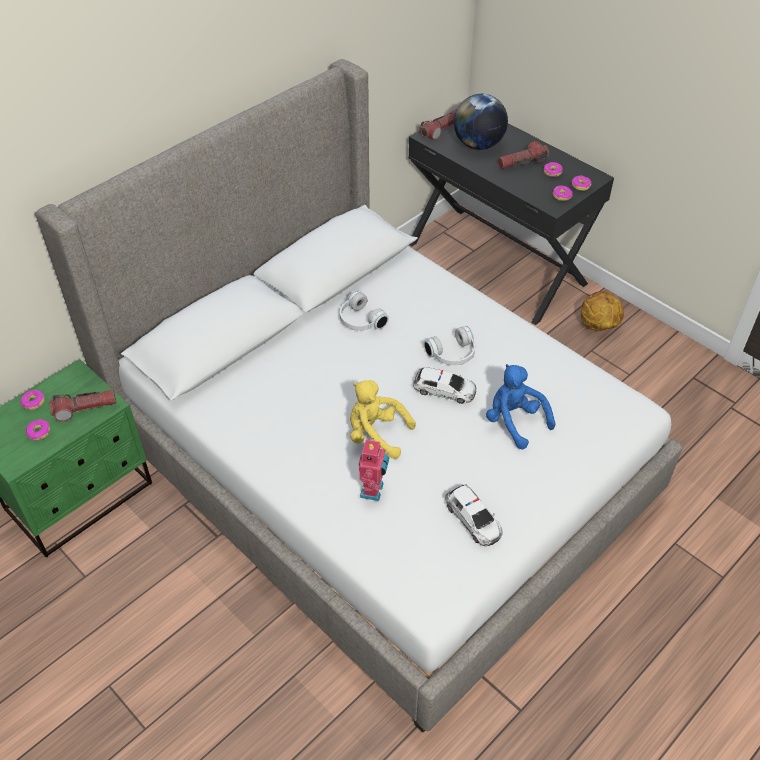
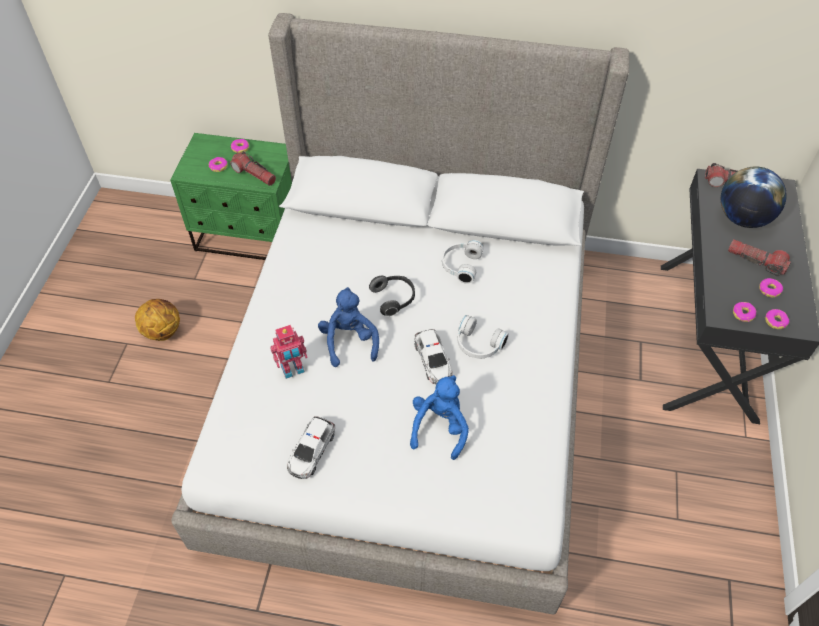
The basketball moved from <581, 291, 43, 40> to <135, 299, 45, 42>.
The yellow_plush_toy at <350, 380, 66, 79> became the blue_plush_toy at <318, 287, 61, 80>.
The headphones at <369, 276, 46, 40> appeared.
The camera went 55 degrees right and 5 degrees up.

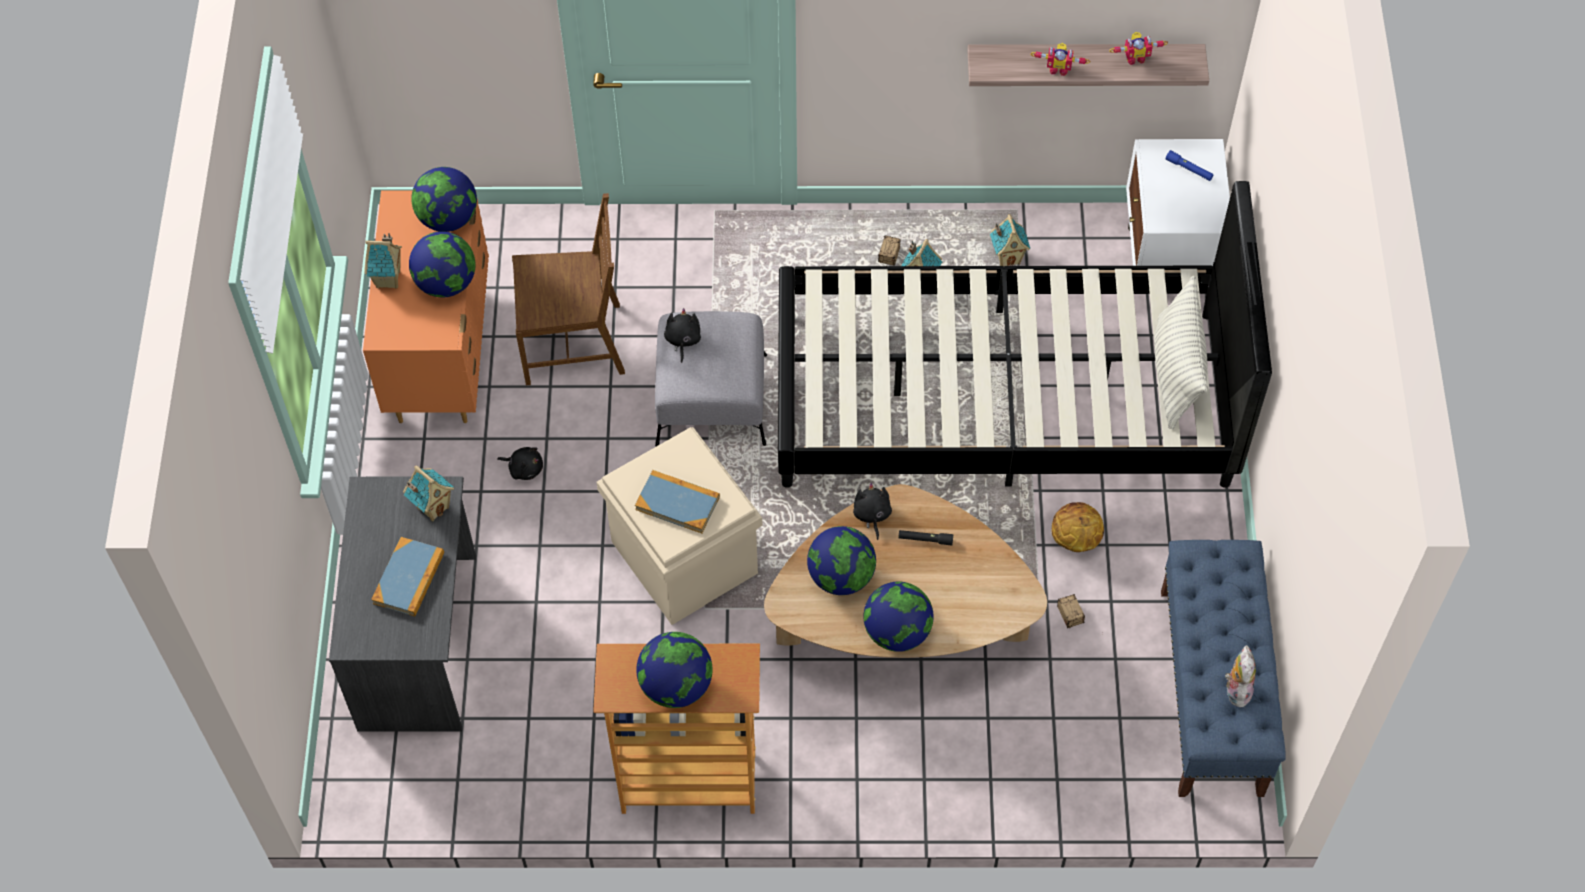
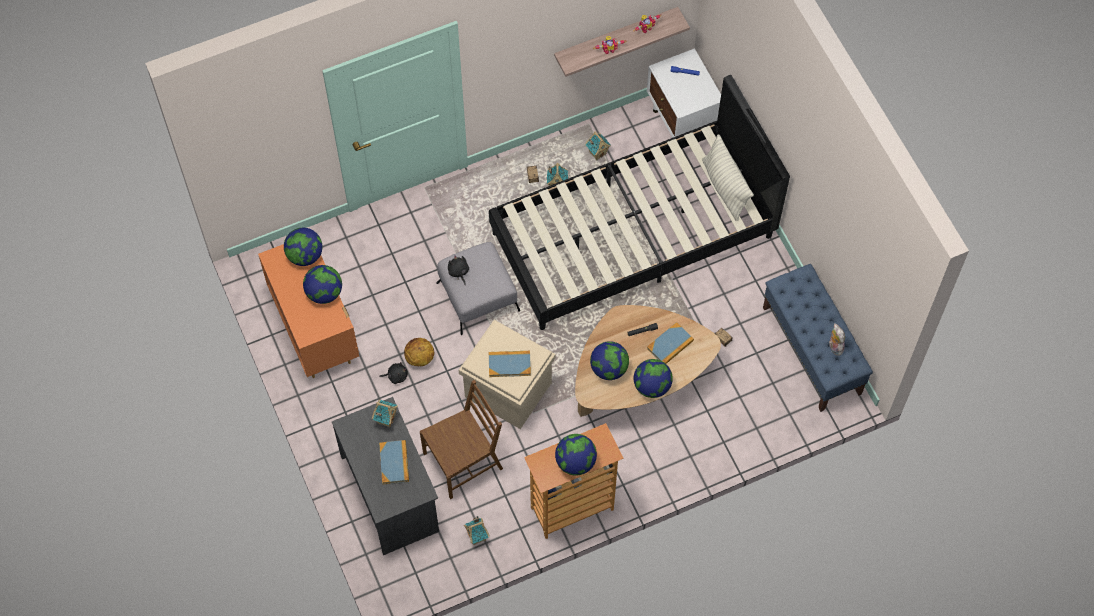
The basketball moved from <1052, 502, 52, 50> to <404, 338, 30, 28>.
The brown_chair moved from <512, 193, 113, 192> to <420, 380, 83, 119>.
The toy_house moved from <364, 233, 38, 56> to <464, 516, 26, 29>.
The book at <647, 322, 47, 42> appeared.
The black_plush_toy at <853, 483, 39, 57> disappeared.
The camera went 25 degrees left and 5 degrees up.

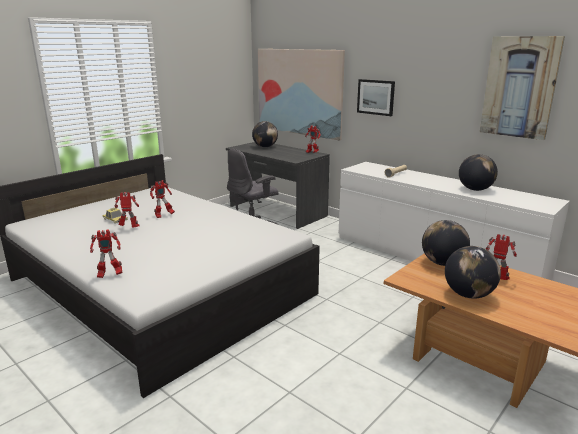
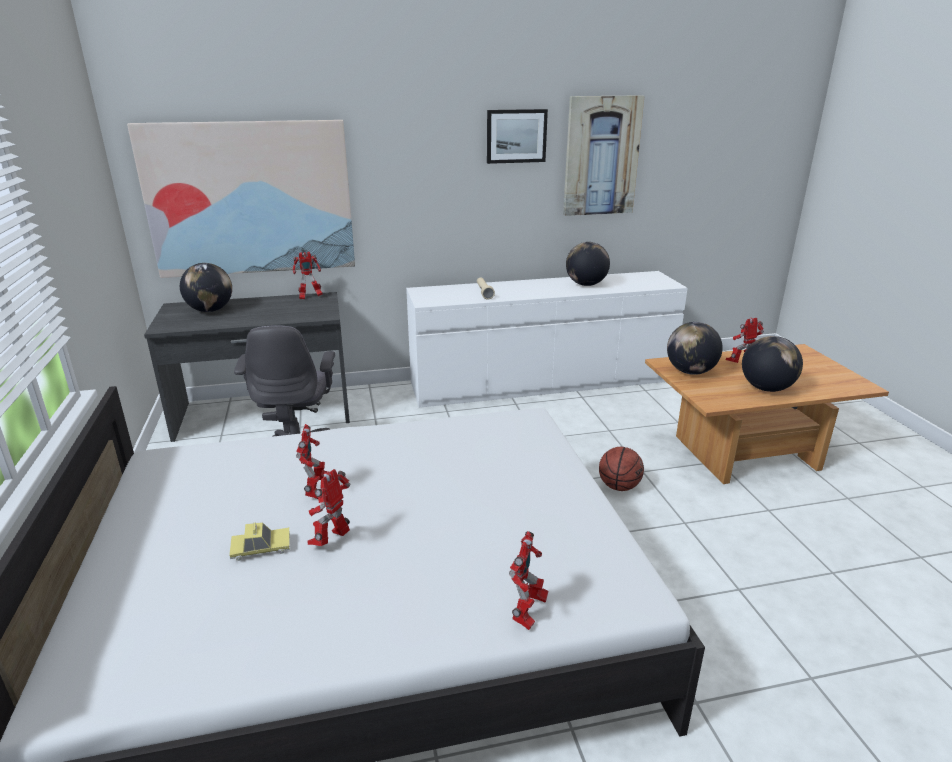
The picture moved from <357, 79, 38, 37> to <487, 109, 61, 55>.
The basketball at <599, 447, 45, 44> appeared.
The camera went 55 degrees left and 5 degrees up.

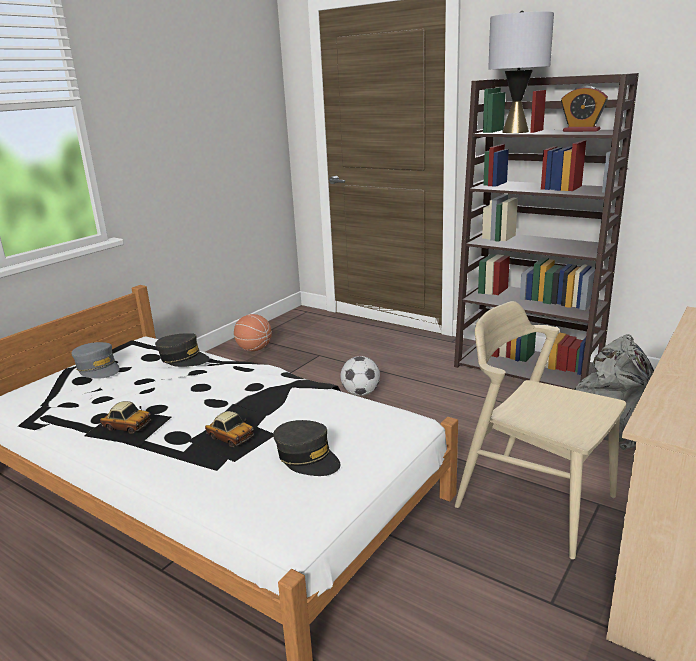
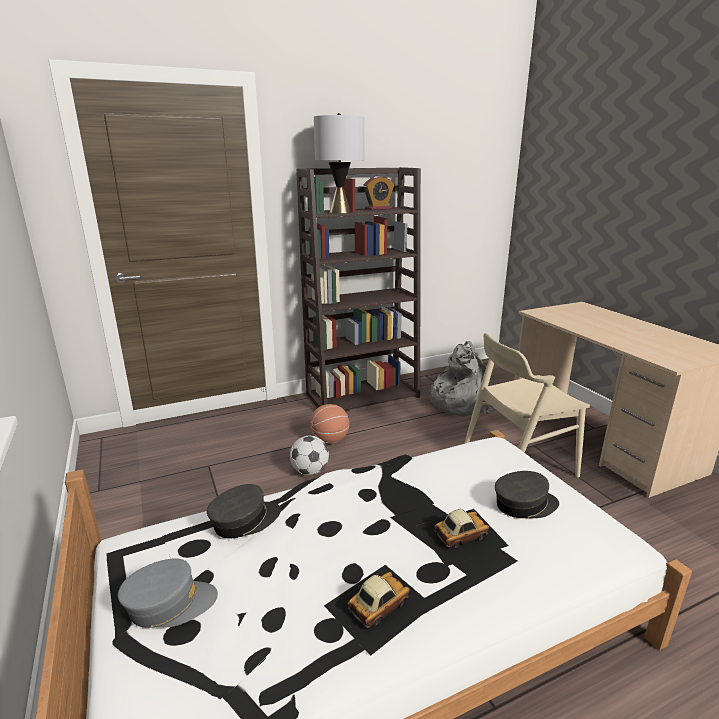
The basketball moved from <234, 314, 38, 37> to <310, 404, 39, 40>.
The camera went 60 degrees left and 0 degrees up.

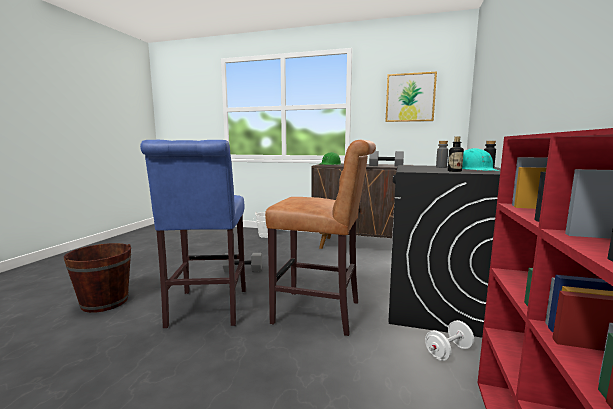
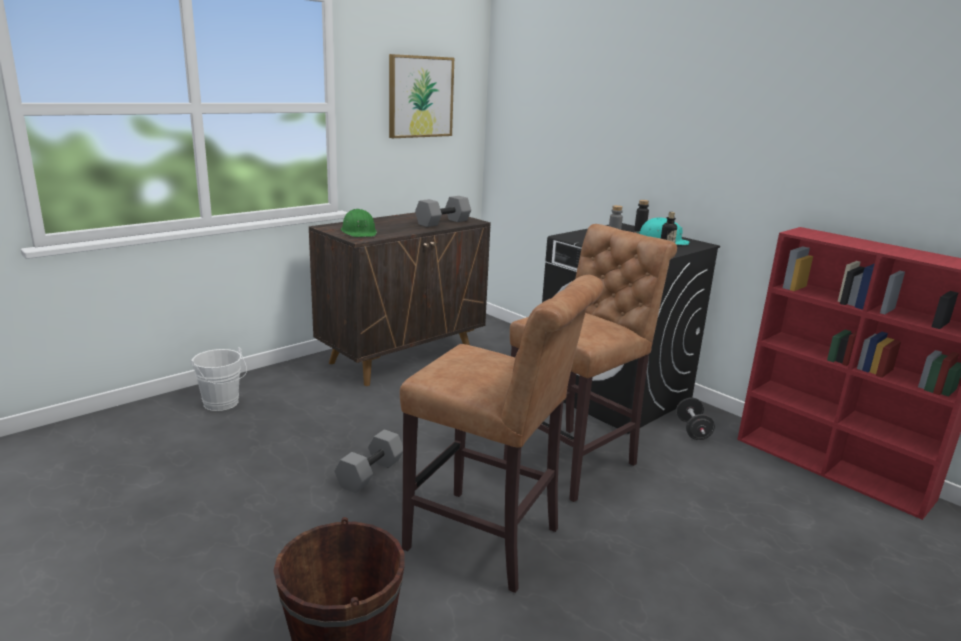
The blue_stool at <140, 140, 106, 188> became the brown_stool at <400, 275, 203, 318>.
The white_dumbbell at <425, 320, 49, 41> became the black_dumbbell at <676, 398, 39, 42>.
The camera went 60 degrees left and 10 degrees up.

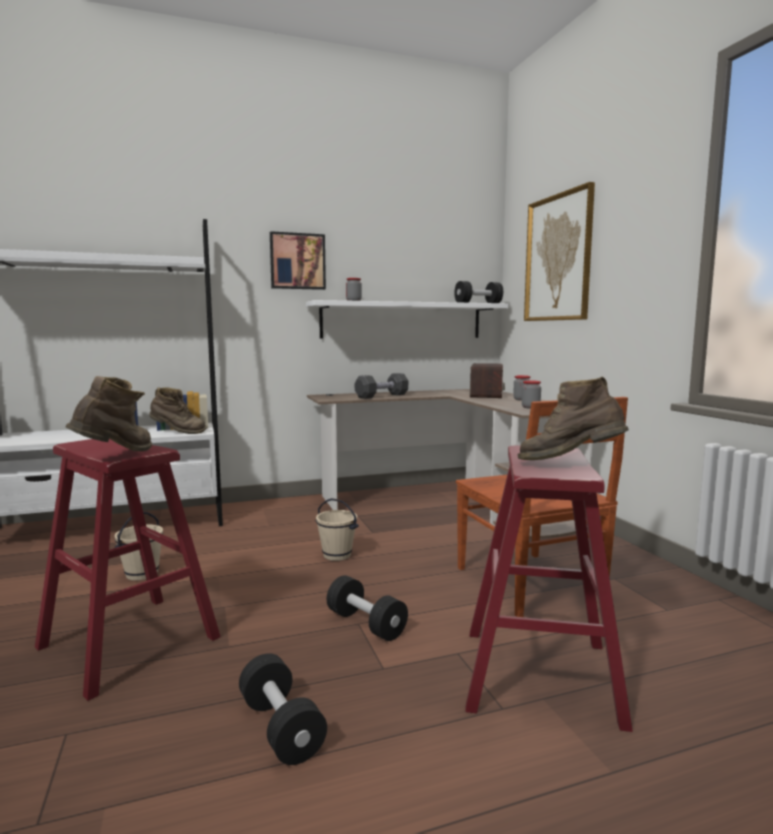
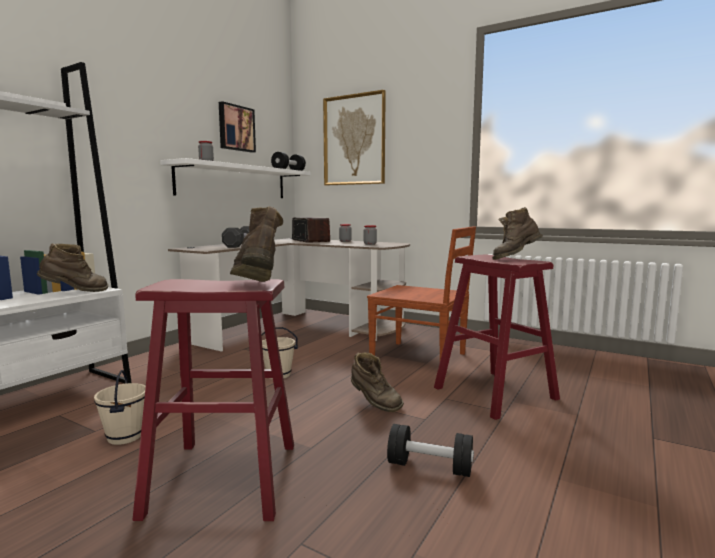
The picture moved from <270, 231, 56, 59> to <219, 101, 37, 52>.
The black_dumbbell at <327, 575, 81, 66> was replaced by the brown_boot at <351, 352, 53, 60>.
The camera went 40 degrees left and 0 degrees up.

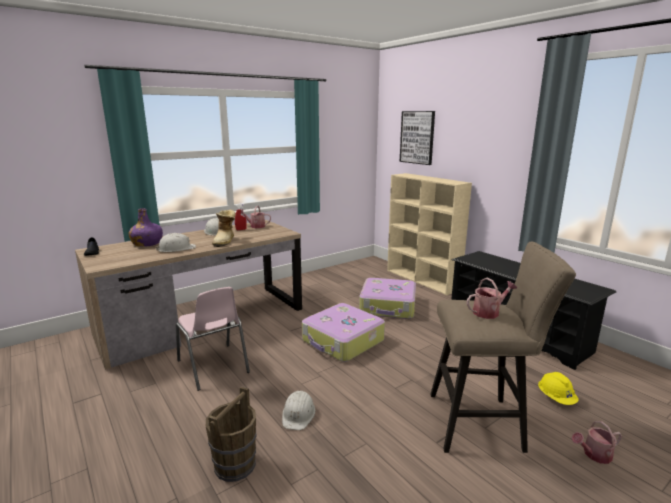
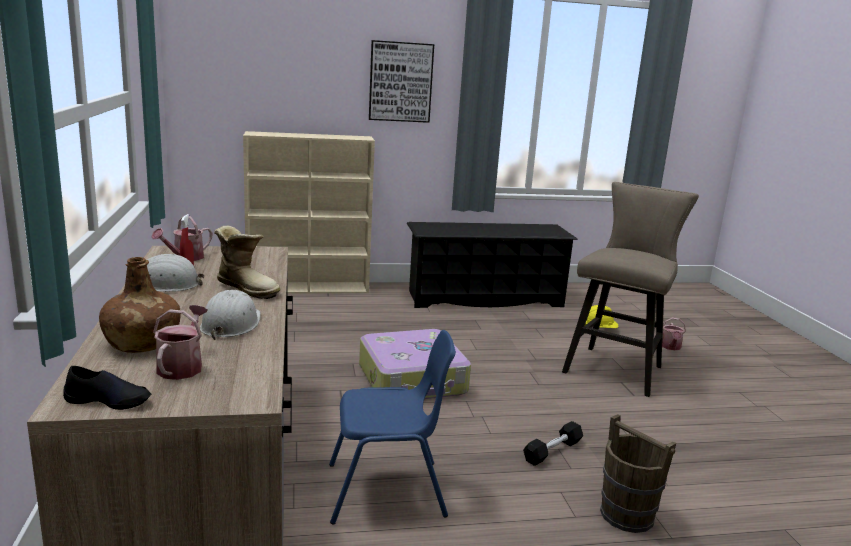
The purple_bottle at <128, 208, 35, 39> became the brown_bottle at <99, 257, 82, 96>.
The watering_can moved from <467, 278, 50, 41> to <153, 305, 55, 75>.
The pink_chair at <176, 287, 74, 104> became the blue_chair at <329, 330, 127, 194>.
The picture moved from <400, 111, 35, 54> to <369, 40, 65, 83>.
The white_hard_hat at <282, 391, 33, 39> was replaced by the black_dumbbell at <523, 421, 60, 45>.
The suitcase at <359, 278, 57, 41> disappeared.
The camera went 65 degrees left and 0 degrees up.

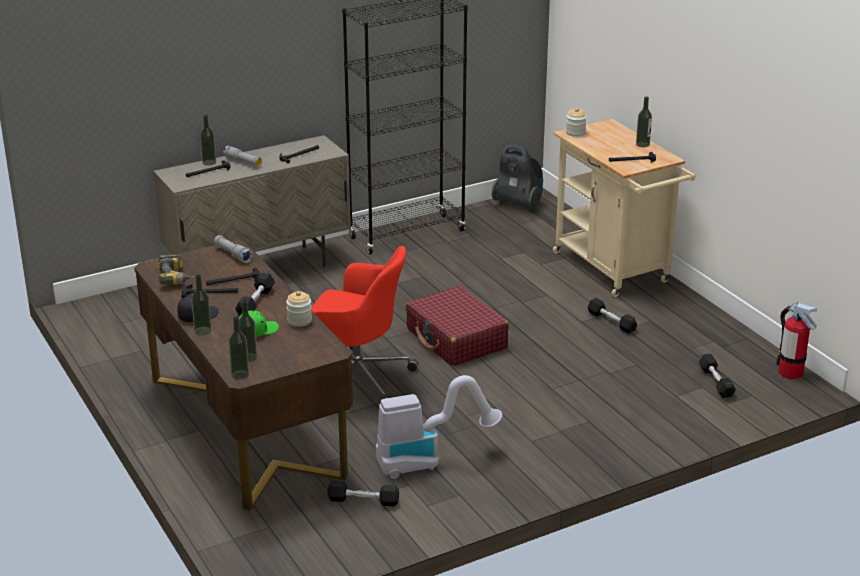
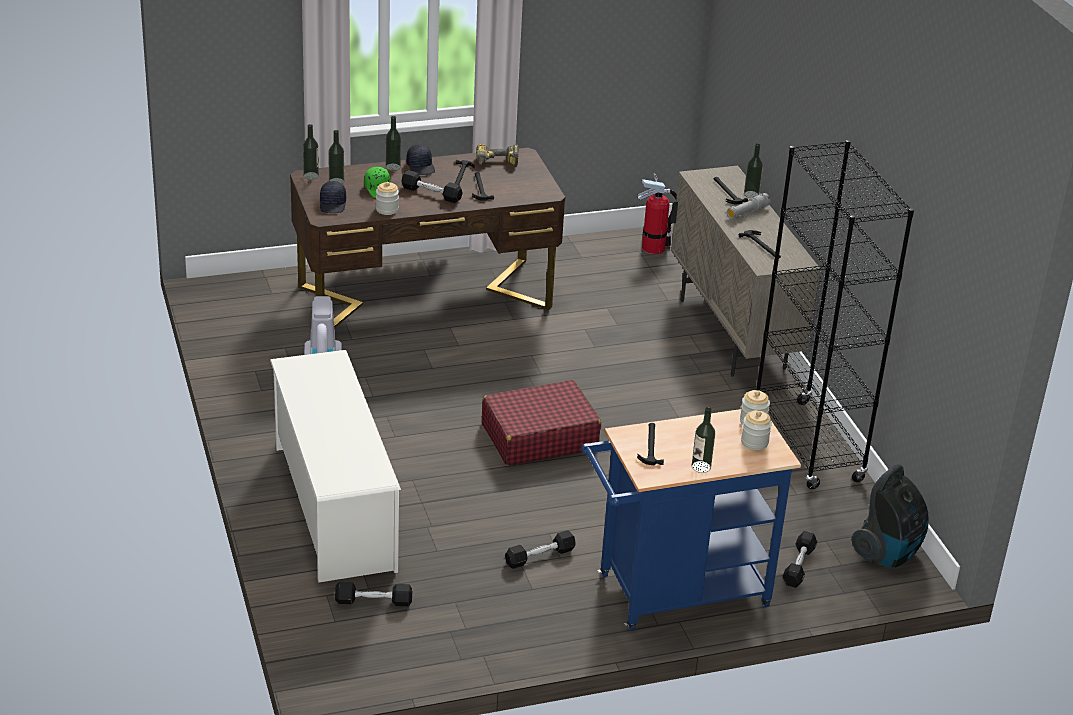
The white_shoe_rack at <270, 350, 131, 233> appeared.
The black_cap at <320, 181, 26, 32> appeared.
The beige_cart at <553, 119, 143, 178> became the blue_cart at <581, 409, 220, 222>.
The fire_extinguisher moved from <776, 302, 41, 77> to <638, 173, 39, 81>.
The jar at <741, 410, 31, 40> appeared.
The black_dumbbell moved from <328, 480, 71, 27> to <783, 531, 34, 57>.
The grey_flashlight at <214, 235, 40, 28> disappeared.
The red_office_chair at <311, 246, 108, 153> disappeared.
The camera went 100 degrees right and 5 degrees up.

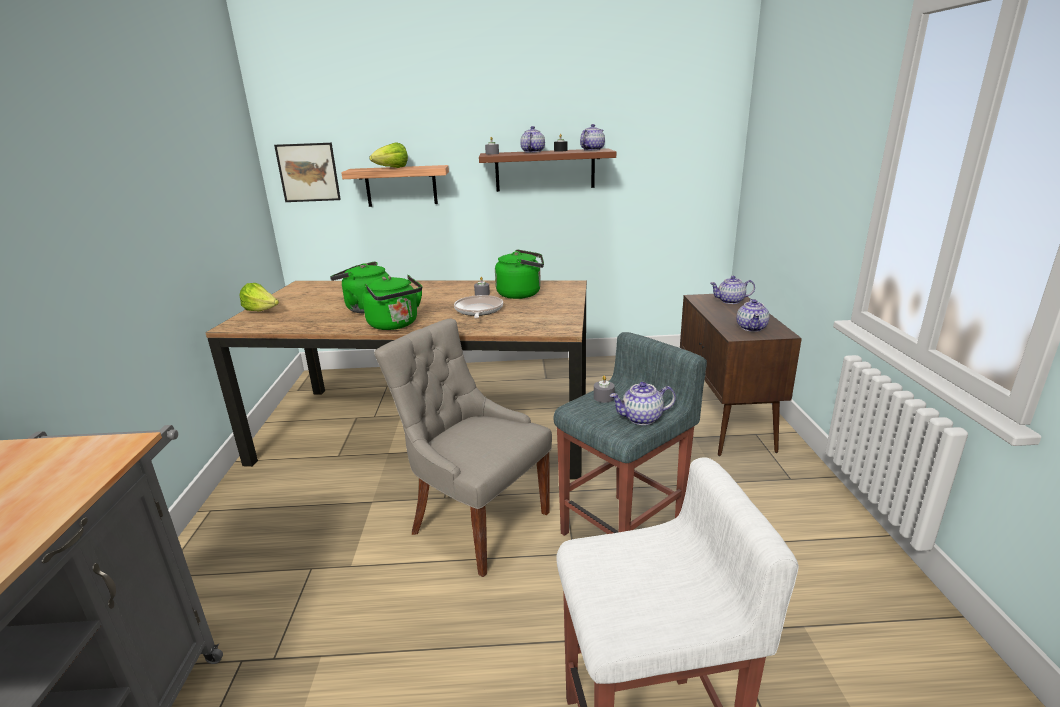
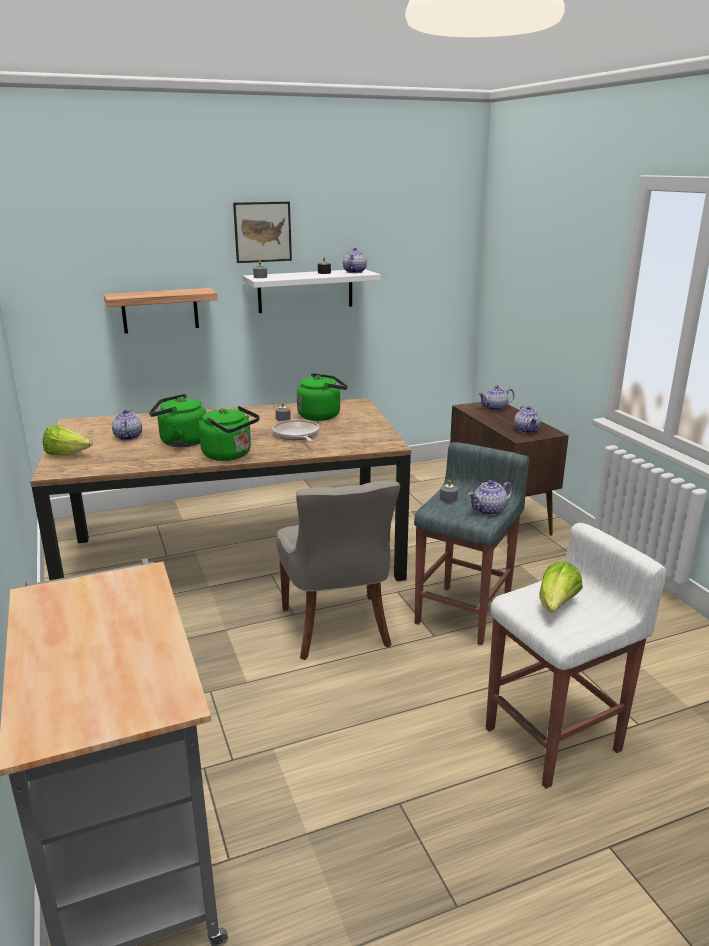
The teapot moved from <520, 126, 25, 27> to <112, 410, 30, 30>.
The picture moved from <274, 143, 67, 59> to <233, 202, 59, 61>.
The brown_shelf at <479, 148, 137, 44> became the white_shelf at <243, 269, 138, 44>.
The grey_chair at <374, 318, 178, 259> turned 120 degrees counterclockwise.
The lettuce moved from <369, 142, 39, 26> to <539, 561, 44, 52>.
The camera went 20 degrees left and 0 degrees up.

